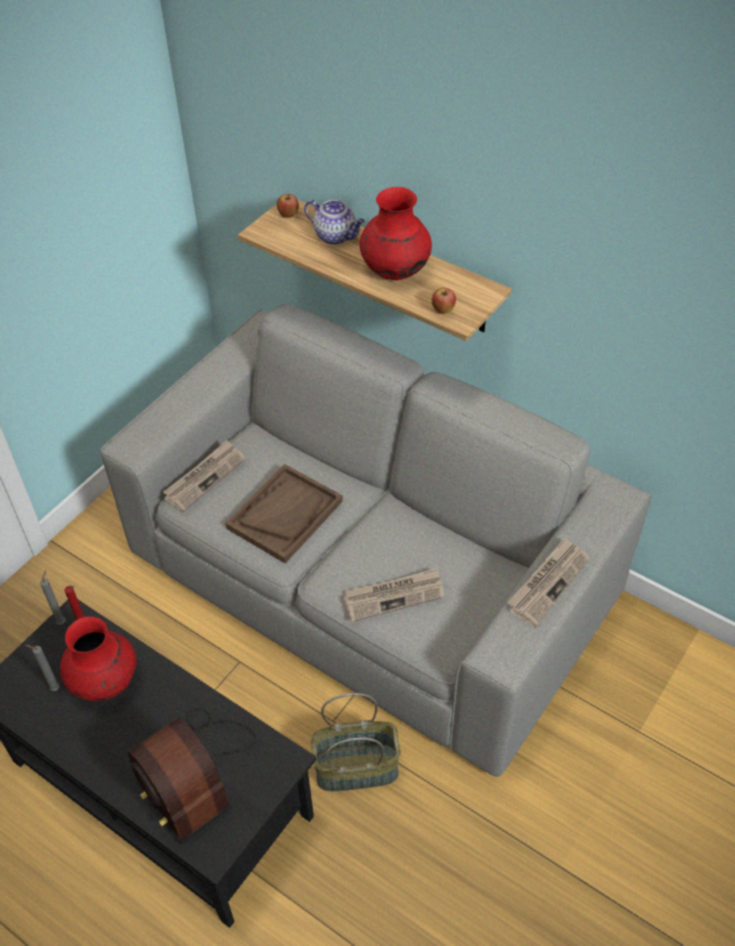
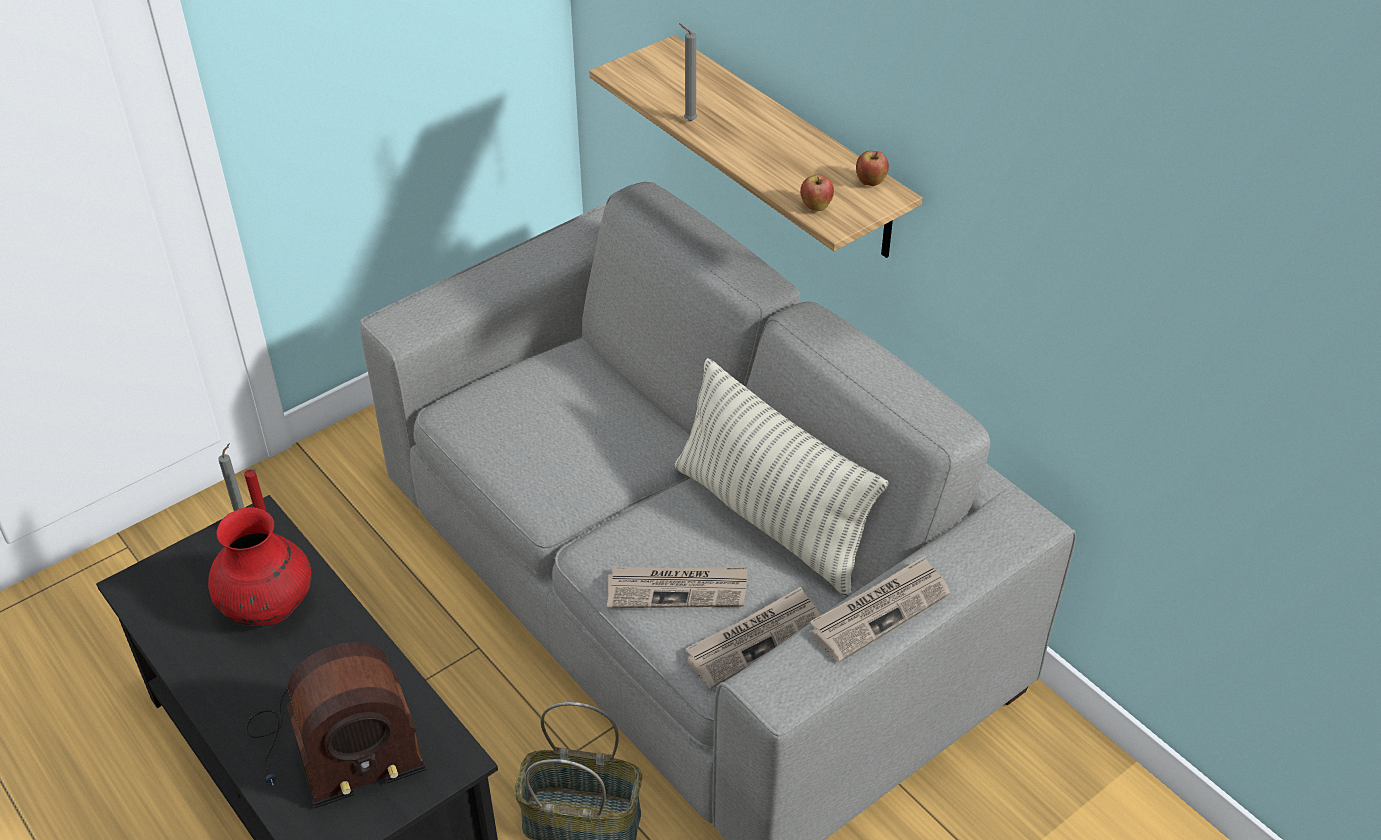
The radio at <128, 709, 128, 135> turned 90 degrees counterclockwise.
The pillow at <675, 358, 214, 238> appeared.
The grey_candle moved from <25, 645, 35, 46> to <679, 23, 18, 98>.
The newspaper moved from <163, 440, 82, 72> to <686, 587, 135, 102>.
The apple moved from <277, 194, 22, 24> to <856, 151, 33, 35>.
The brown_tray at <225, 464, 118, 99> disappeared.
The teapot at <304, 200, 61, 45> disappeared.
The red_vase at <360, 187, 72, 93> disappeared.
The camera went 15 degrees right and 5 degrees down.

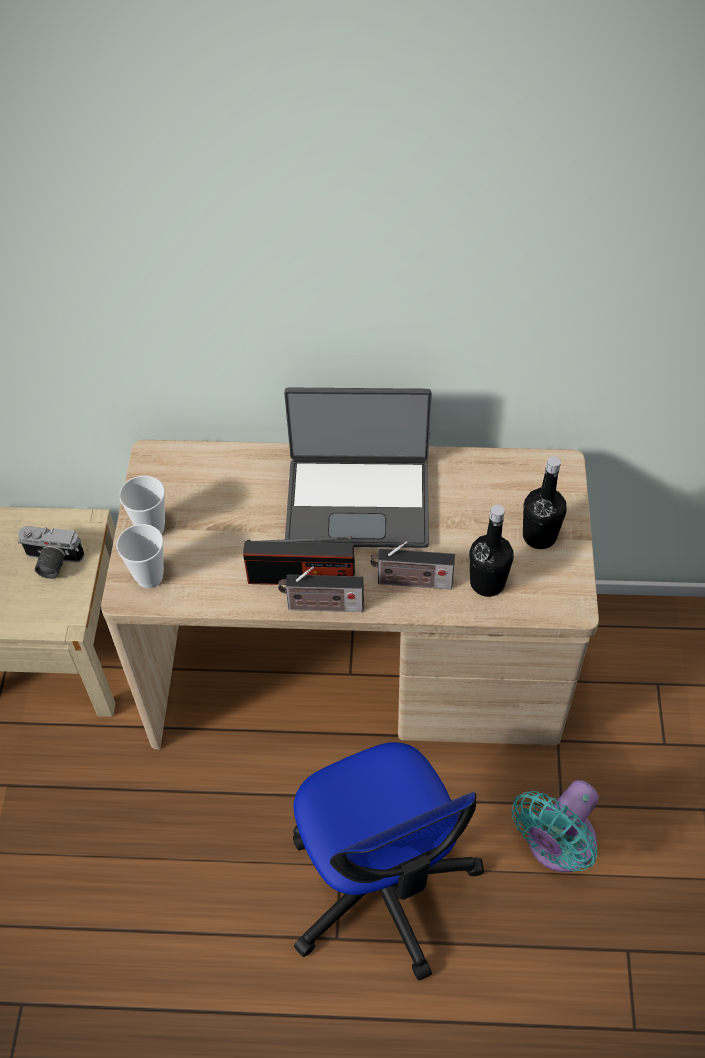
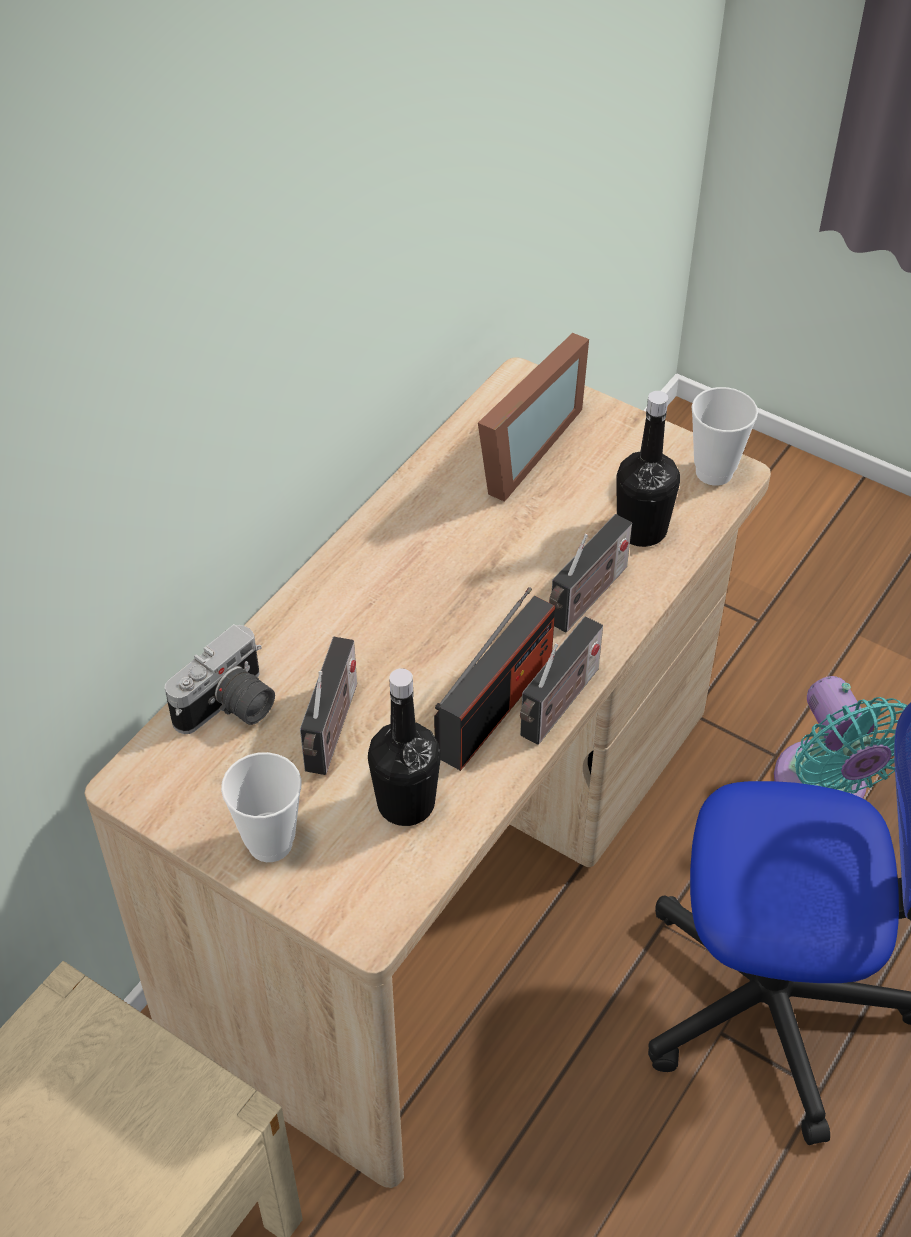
The photo_camera moved from <18, 526, 66, 53> to <165, 624, 110, 110>.
The radio at <300, 637, 57, 138> appeared.
The black_bottle moved from <523, 456, 44, 93> to <368, 668, 73, 158>.
The picture_frame at <478, 333, 111, 169> appeared.
The cup moved from <116, 524, 48, 64> to <691, 387, 67, 99>.
The laptop at <284, 387, 148, 161> disappeared.
The camera went 60 degrees left and 5 degrees down.

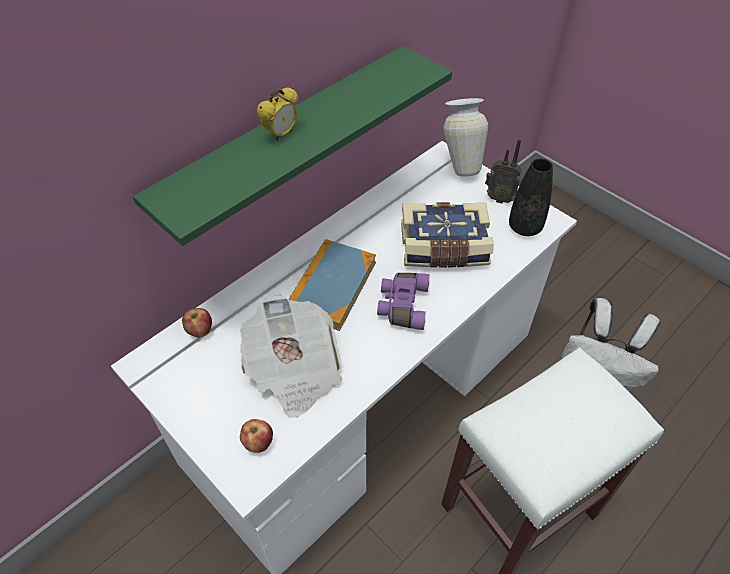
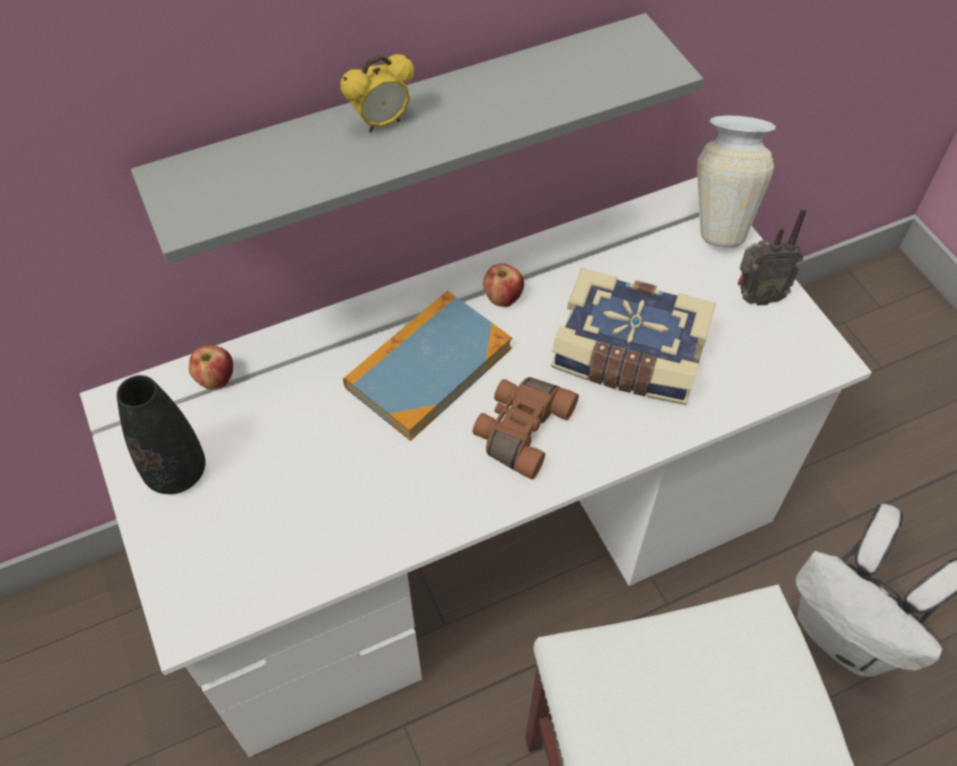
The black_vase moved from <509, 158, 44, 78> to <117, 375, 88, 119>.
The green_shelf at <133, 46, 319, 200> became the grey_shelf at <131, 13, 572, 251>.
The purple_binoculars at <377, 273, 53, 57> became the brown_binoculars at <472, 377, 107, 103>.
The apple moved from <240, 419, 33, 34> to <483, 263, 41, 44>.
The radio at <485, 138, 37, 66> turned 45 degrees counterclockwise.
The newspaper at <240, 295, 102, 123> disappeared.
The camera went 20 degrees right and 5 degrees up.

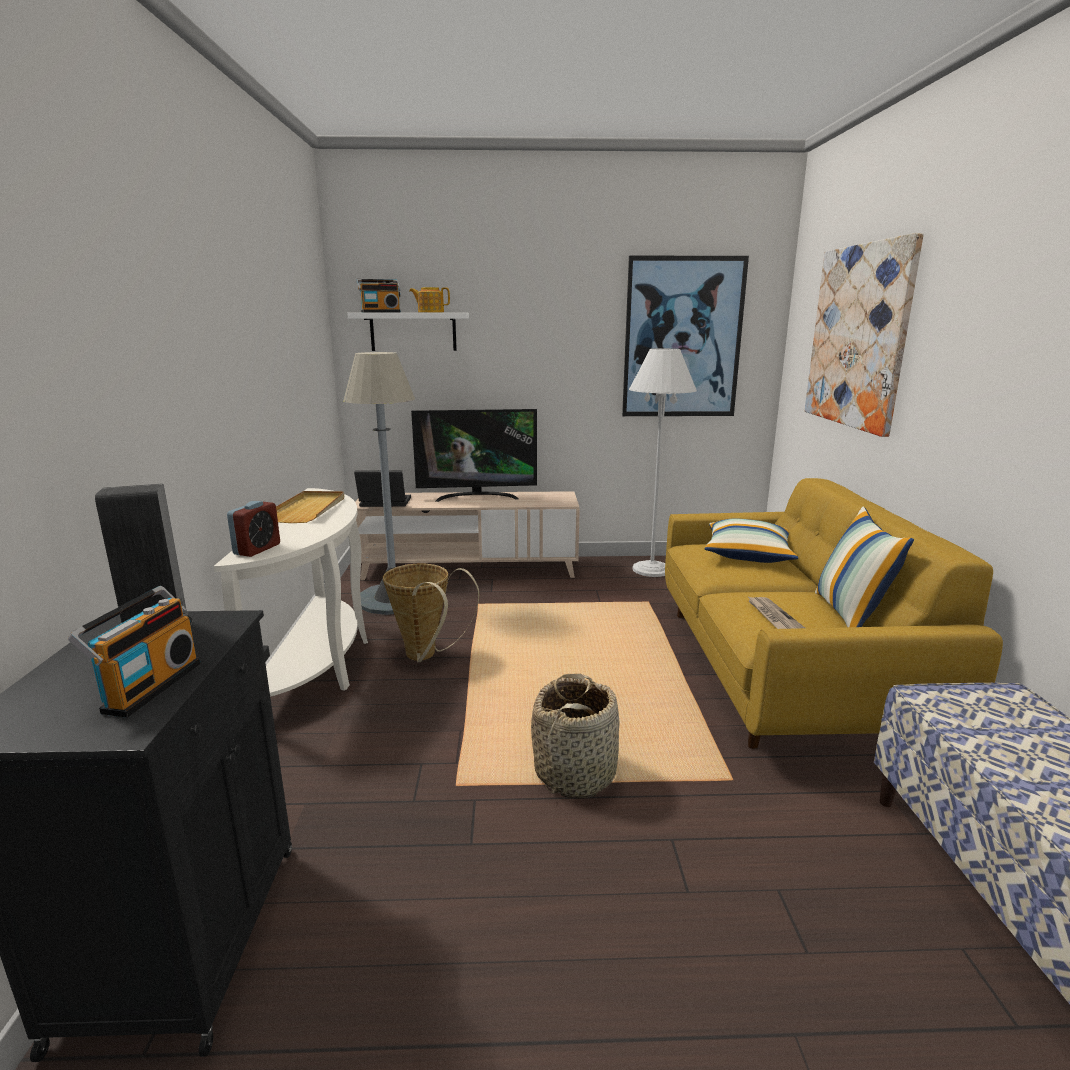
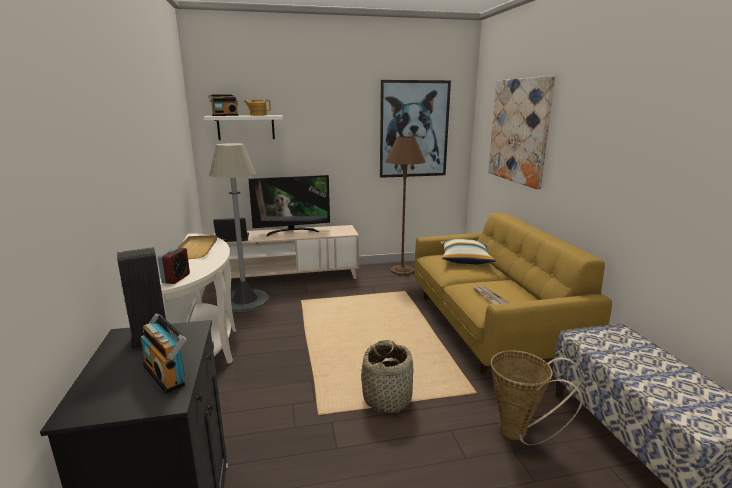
The radio at <68, 586, 133, 132> turned 135 degrees clockwise.
The white_floor_lamp at <629, 348, 68, 229> became the brown_floor_lamp at <385, 136, 41, 139>.
The basket moved from <383, 564, 96, 98> to <491, 350, 92, 95>.
The pillow at <815, 507, 99, 120> disappeared.
The camera went 10 degrees left and 0 degrees up.

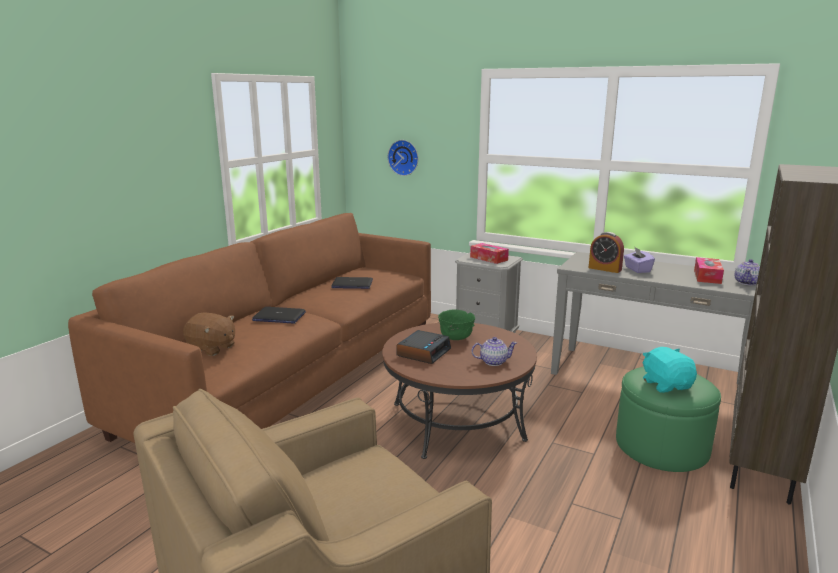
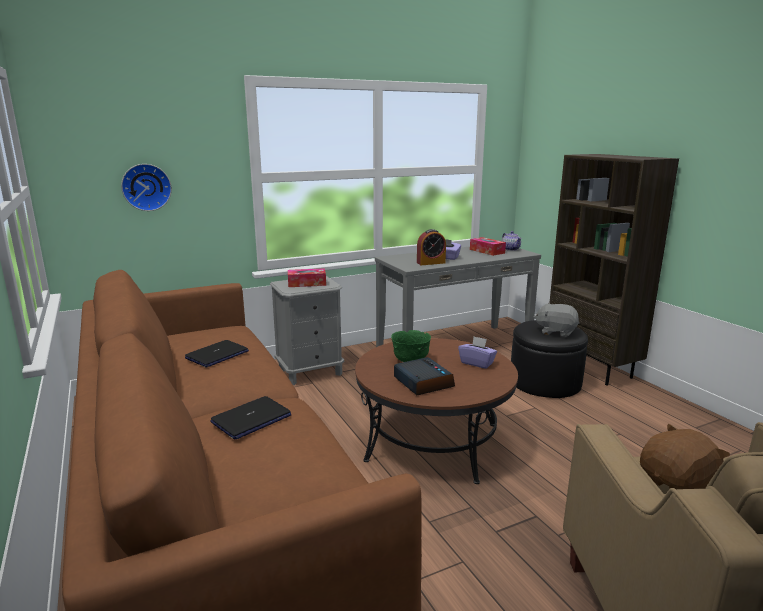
The teapot at <471, 337, 46, 29> was replaced by the purple_tissue_box at <458, 336, 39, 33>.
The green_ottoman at <616, 366, 105, 106> became the black_ottoman at <511, 320, 77, 78>.
The turquoise_plush_toy at <643, 347, 54, 46> became the grey_plush_toy at <534, 303, 46, 34>.
The brown_plush_toy moved from <183, 313, 52, 43> to <640, 424, 90, 66>.
The camera went 55 degrees left and 0 degrees up.

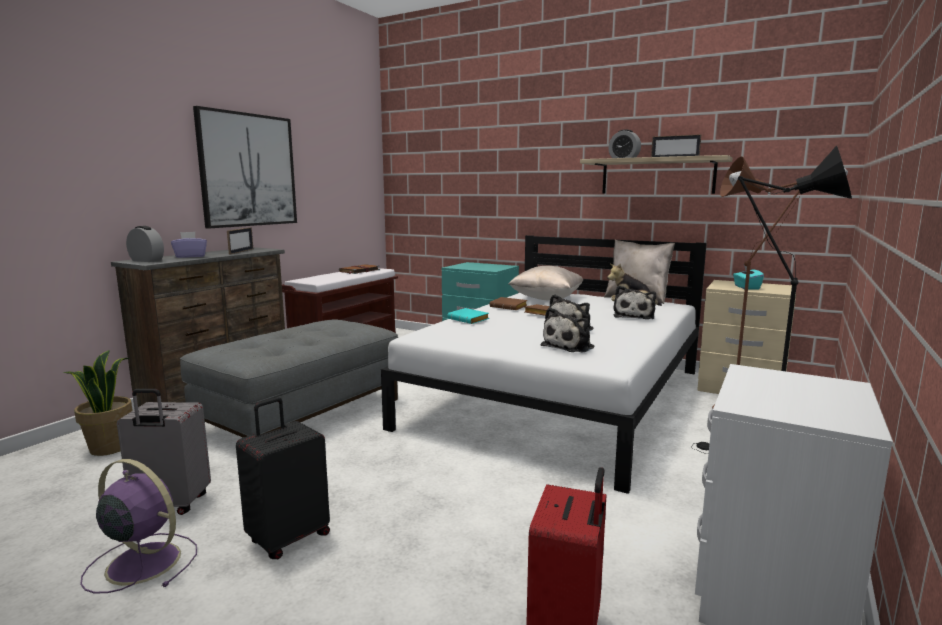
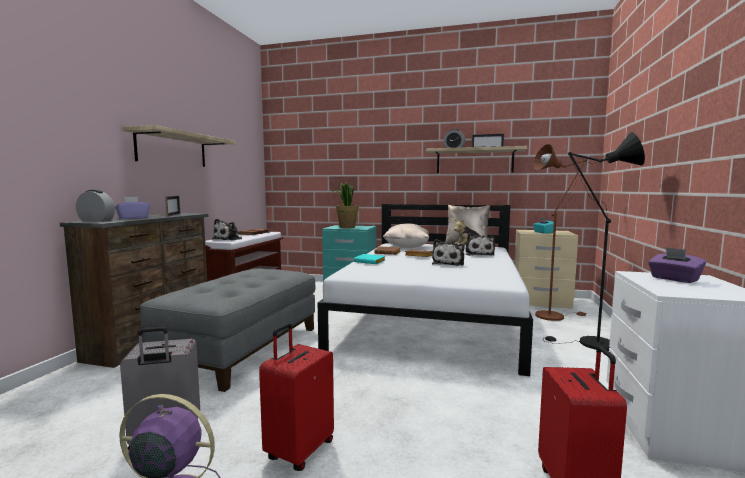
The picture at <193, 106, 104, 122> was replaced by the shelf at <122, 125, 114, 42>.
The plush_toy moved from <541, 307, 53, 46> to <212, 219, 30, 21>.
The black_suitcase at <236, 397, 94, 162> became the red_suitcase at <259, 323, 75, 148>.
The potted_plant moved from <63, 350, 70, 106> to <332, 182, 27, 46>.
The purple_tissue_box at <648, 247, 58, 36> appeared.
The camera went 15 degrees left and 5 degrees down.

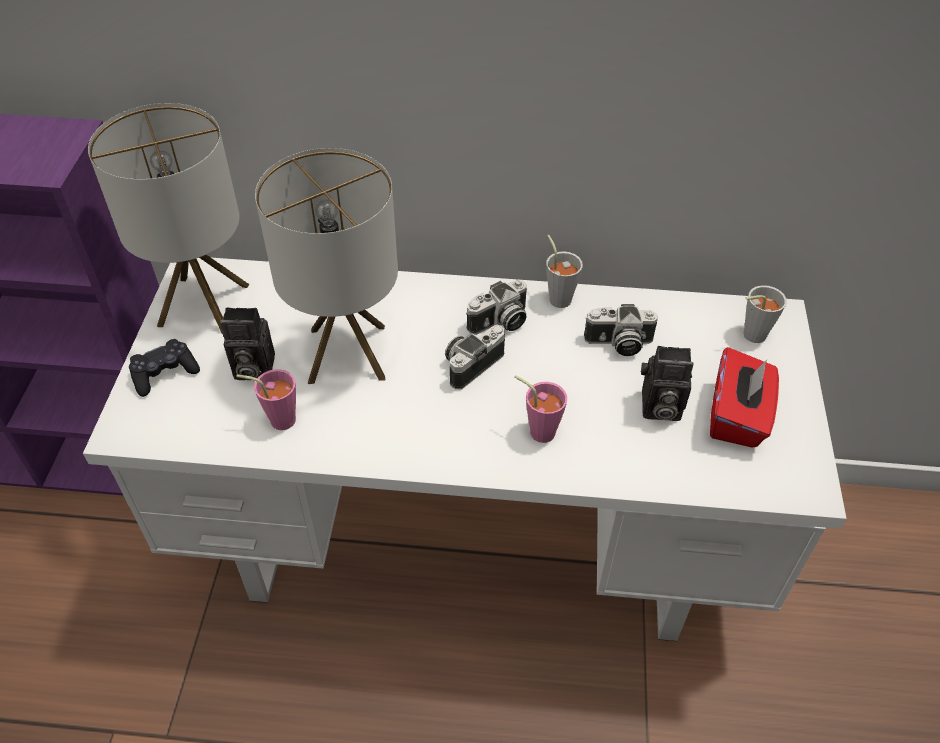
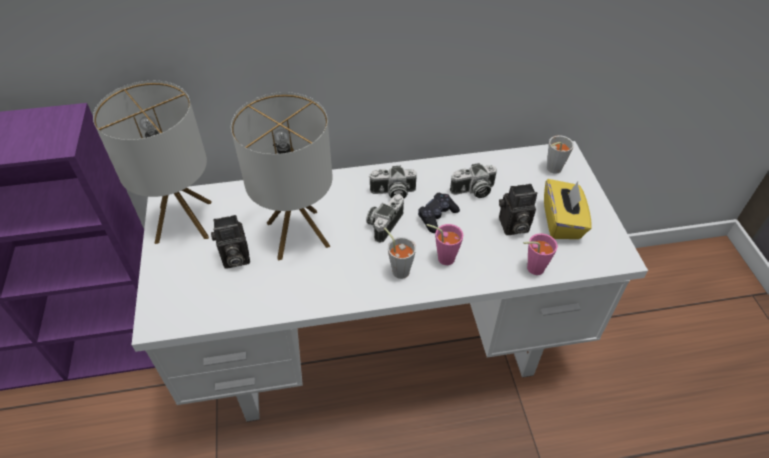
The photo_camera at <467, 280, 60, 55> turned 45 degrees clockwise.
The grey_cup moved from <546, 235, 37, 73> to <384, 228, 32, 51>.
The black_game_controller moved from <129, 339, 71, 58> to <418, 193, 42, 40>.
The pink_cup moved from <237, 369, 59, 61> to <523, 233, 35, 42>.
The red_tissue_box at <710, 347, 69, 101> became the yellow_tissue_box at <544, 179, 48, 60>.
The camera went 15 degrees left and 0 degrees up.

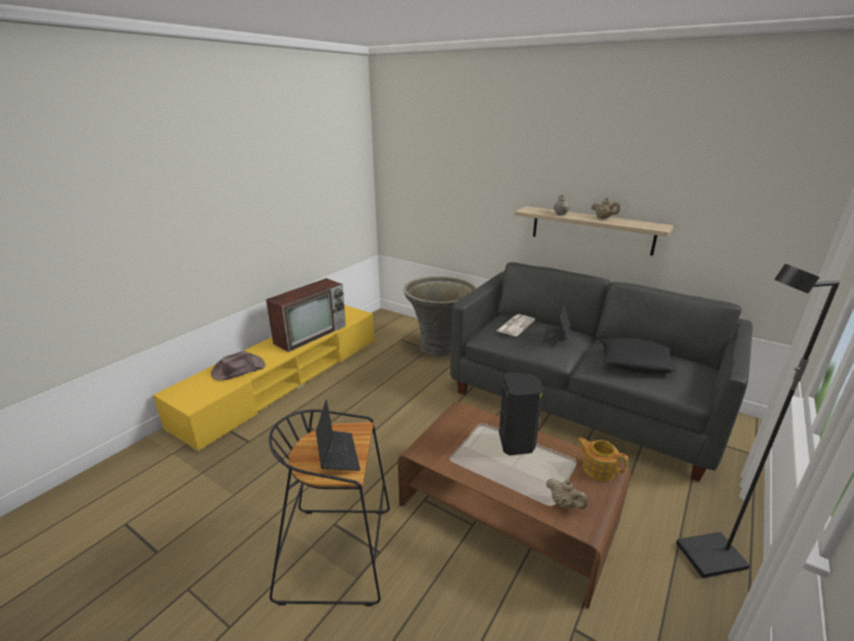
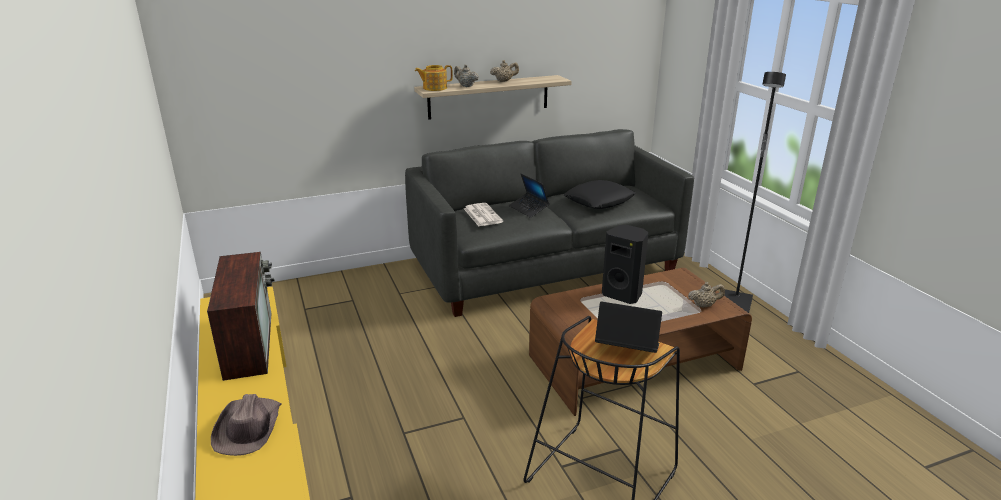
The teapot moved from <577, 438, 51, 43> to <415, 65, 38, 26>.
The grey_planter at <404, 276, 73, 80> disappeared.
The camera went 55 degrees left and 0 degrees up.

